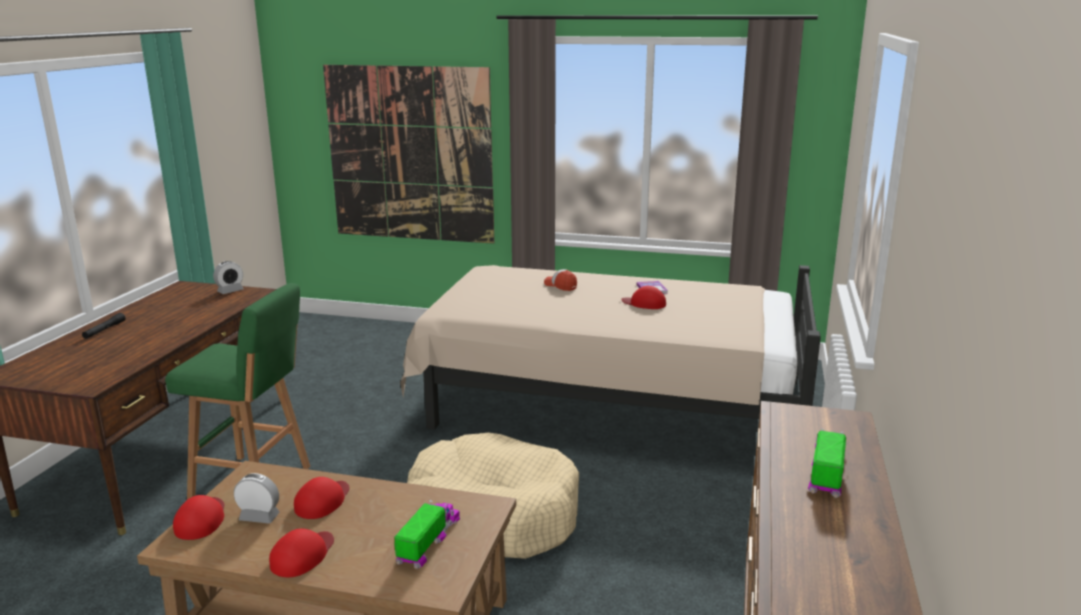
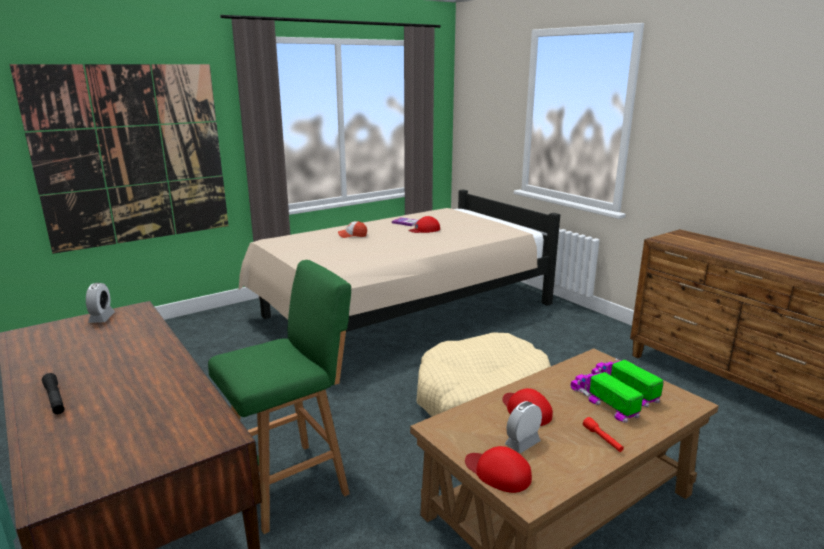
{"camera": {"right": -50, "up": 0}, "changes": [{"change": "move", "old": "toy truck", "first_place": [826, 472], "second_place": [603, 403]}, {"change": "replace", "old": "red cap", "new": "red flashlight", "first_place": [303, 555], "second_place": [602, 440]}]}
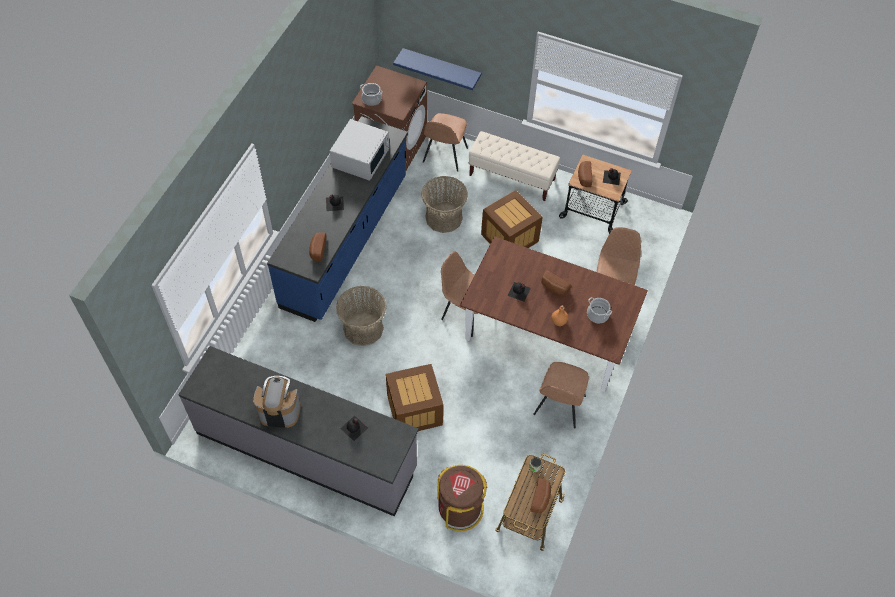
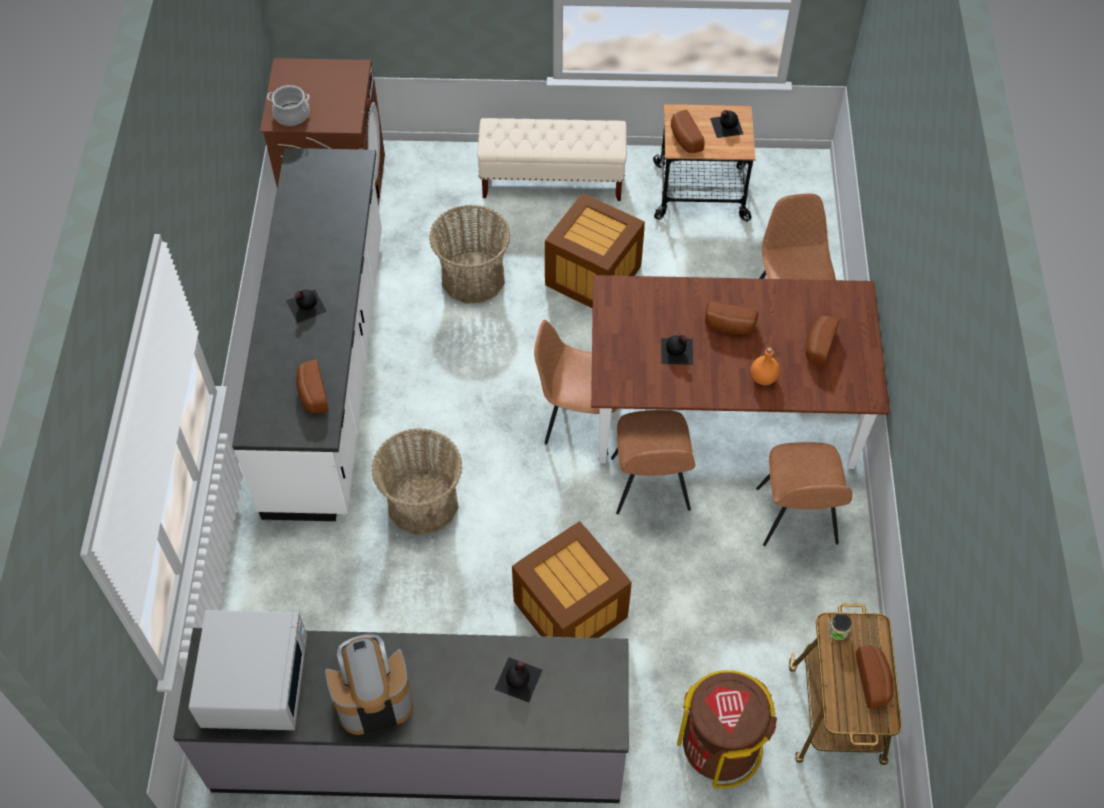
{"camera": {"right": -20, "up": 0}, "changes": [{"change": "move", "old": "white microwave", "first_place": [361, 158], "second_place": [255, 680]}, {"change": "recolor", "old": "blue counter", "new": "white counter", "first_place": [346, 242], "second_place": [328, 369]}, {"change": "move", "old": "brown chair", "first_place": [444, 156], "second_place": [650, 486]}, {"change": "replace", "old": "cooking pot", "new": "bread", "first_place": [598, 314], "second_place": [818, 346]}, {"change": "delete", "old": "blue shelf", "first_place": [441, 67]}]}
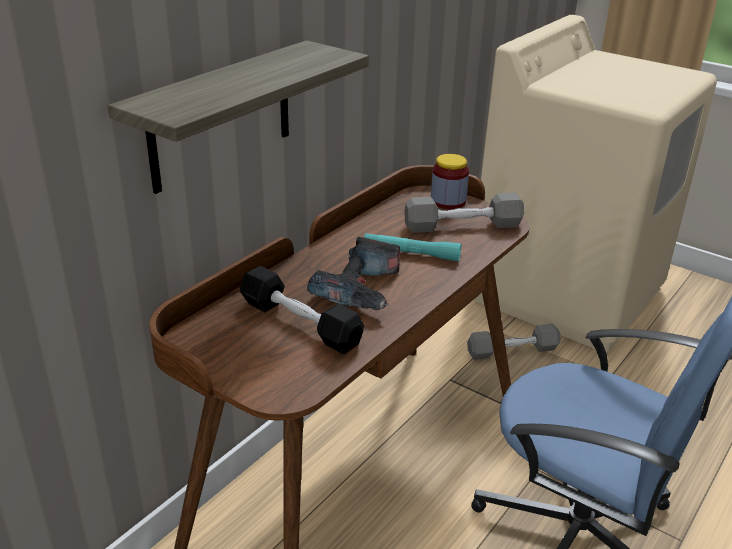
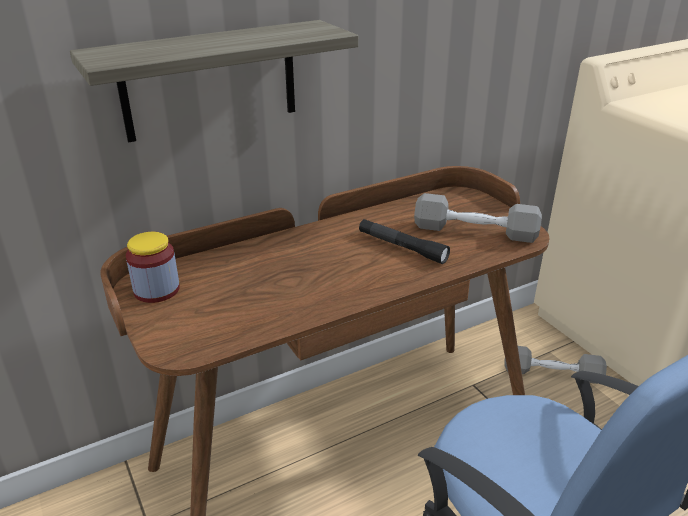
{"camera": {"right": 25, "up": 0}, "changes": [{"change": "move", "old": "jar", "first_place": [448, 201], "second_place": [157, 290]}, {"change": "recolor", "old": "turquoise flashlight", "new": "black flashlight", "first_place": [411, 253], "second_place": [402, 247]}, {"change": "delete", "old": "black dumbbell", "first_place": [300, 323]}, {"change": "delete", "old": "power drill", "first_place": [362, 289]}]}
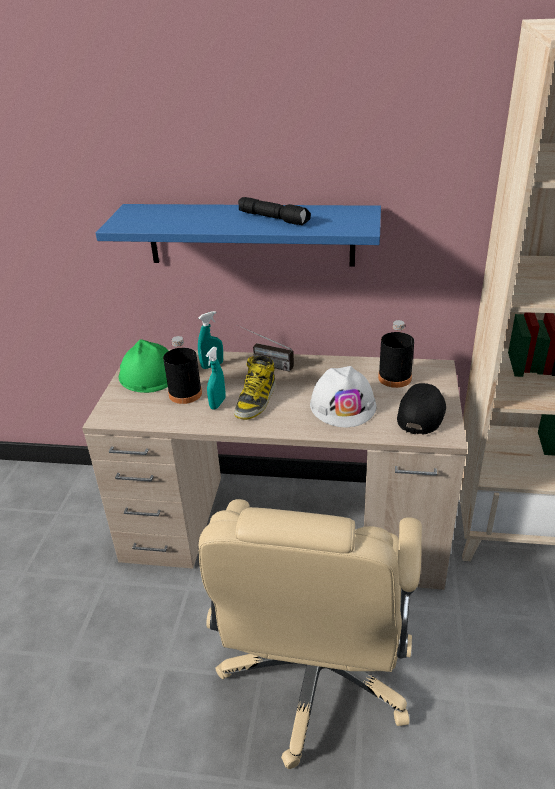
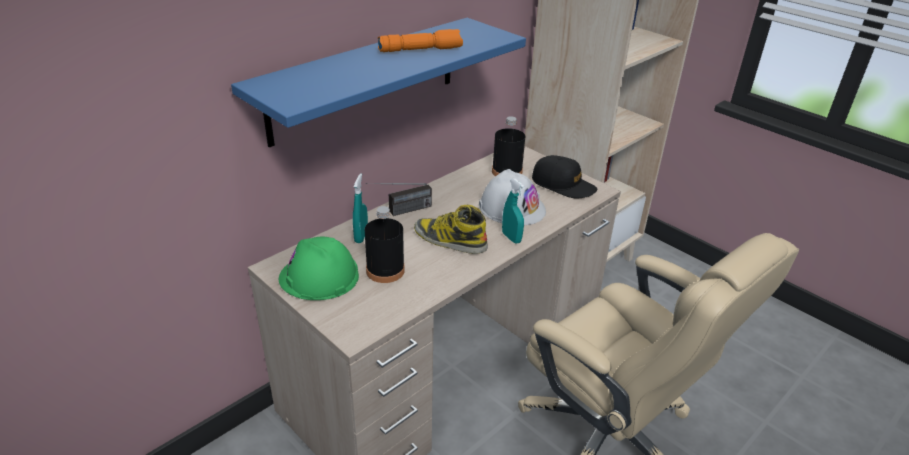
{"camera": {"right": -55, "up": 0}, "changes": [{"change": "recolor", "old": "black flashlight", "new": "orange flashlight", "first_place": [274, 218], "second_place": [420, 50]}, {"change": "rotate", "old": "boot", "first_place": [256, 400], "second_place": [449, 240], "degrees": 150}, {"change": "move", "old": "turquoise spray bottle", "first_place": [217, 403], "second_place": [511, 238]}, {"change": "rotate", "old": "black cap", "first_place": [421, 413], "second_place": [563, 185], "degrees": 150}]}
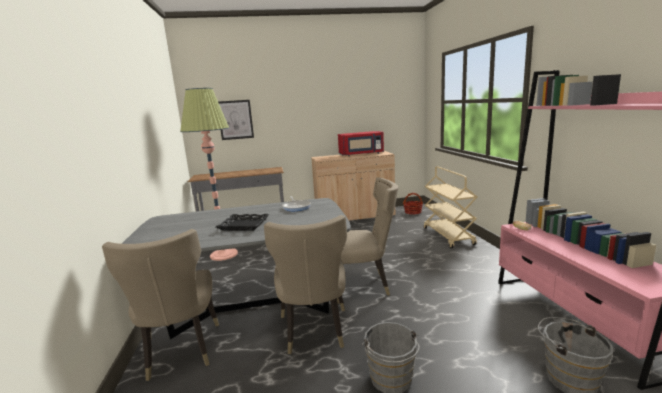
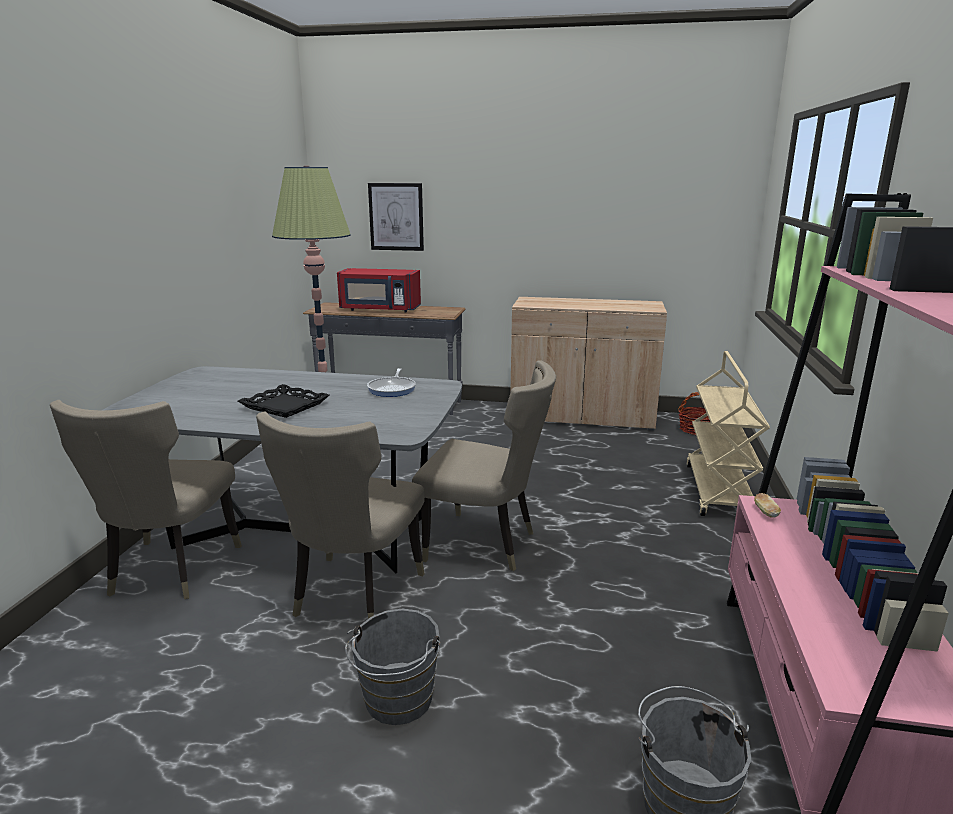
{"camera": {"right": 20, "up": 5}, "changes": [{"change": "move", "old": "red microwave", "first_place": [361, 154], "second_place": [379, 309]}]}
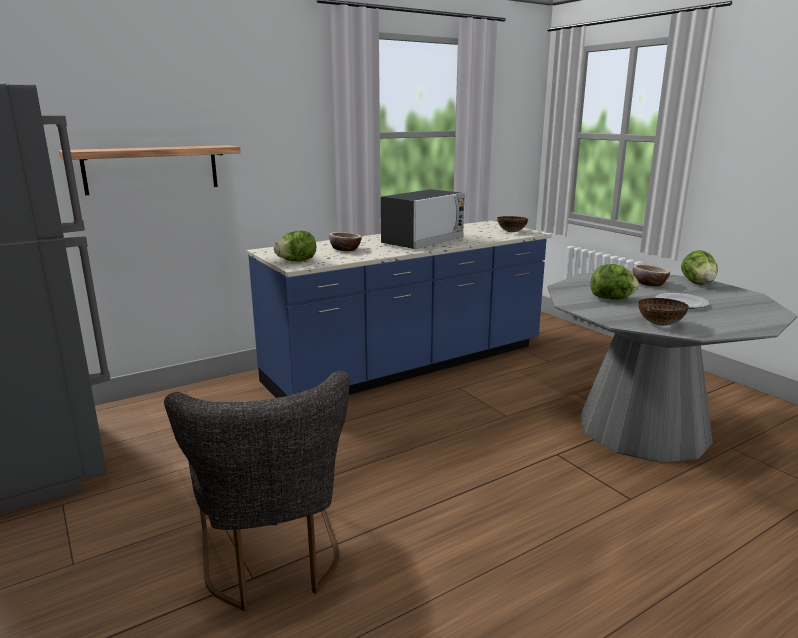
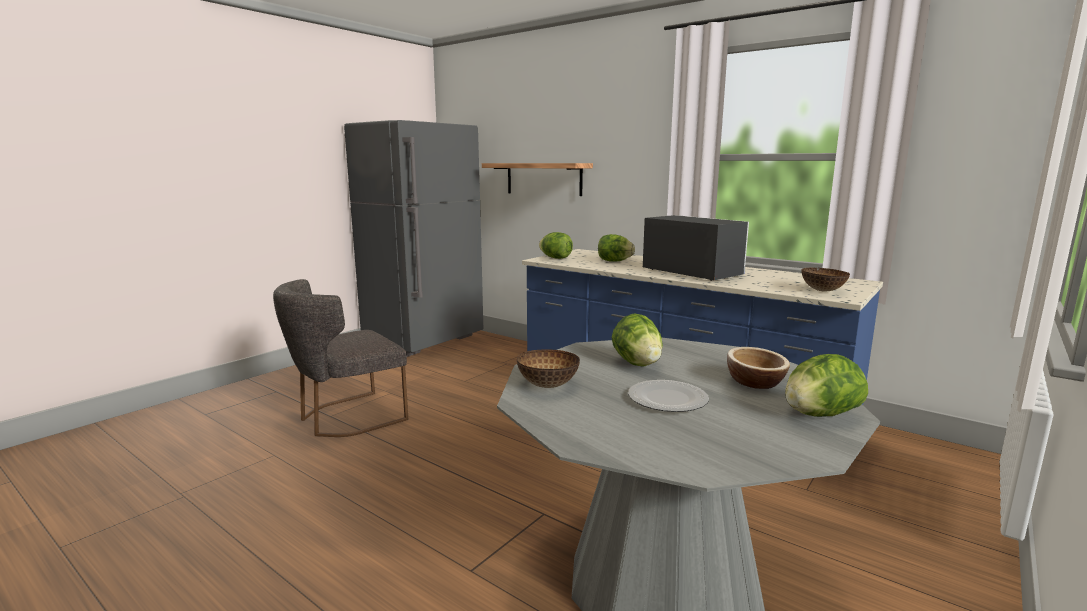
{"camera": {"right": 70, "up": -5}, "changes": [{"change": "replace", "old": "bowl", "new": "lettuce", "first_place": [345, 249], "second_place": [614, 261]}, {"change": "rotate", "old": "microwave", "first_place": [423, 241], "second_place": [691, 272], "degrees": -150}]}
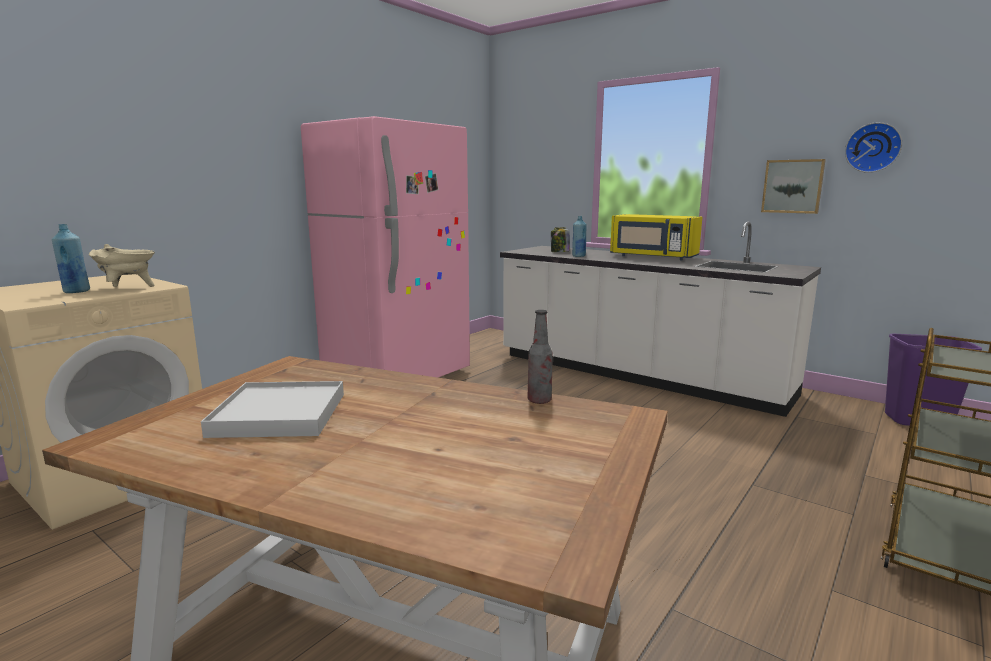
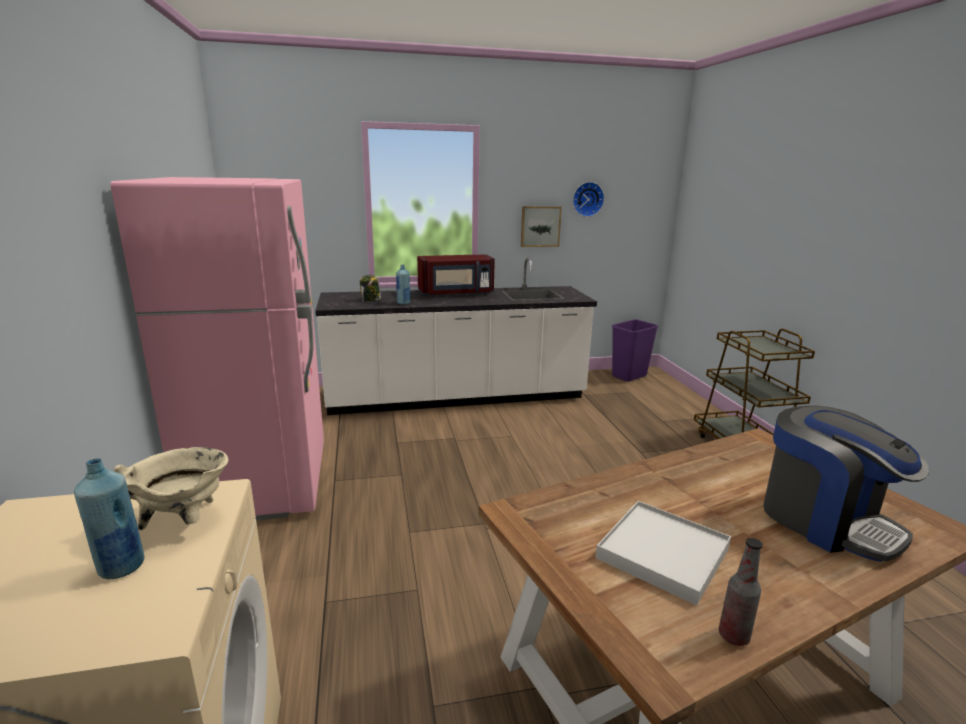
{"camera": {"right": -50, "up": 5}, "changes": [{"change": "recolor", "old": "yellow microwave", "new": "red microwave", "first_place": [652, 257], "second_place": [456, 293]}, {"change": "move", "old": "bottle", "first_place": [539, 400], "second_place": [733, 636]}, {"change": "insert", "new": "coffee machine", "second_place": [826, 521]}]}
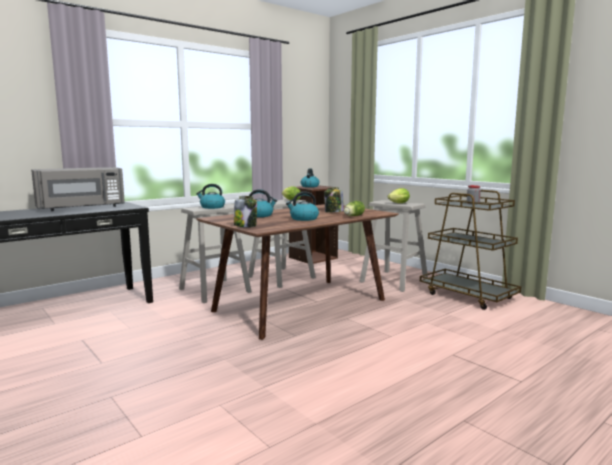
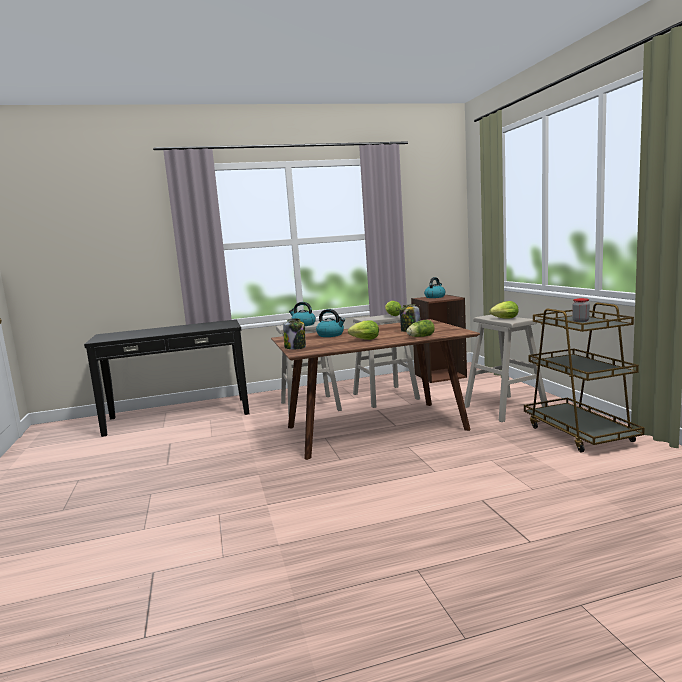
{"camera": {"right": 25, "up": 0}, "changes": [{"change": "replace", "old": "kettle", "new": "lettuce", "first_place": [303, 219], "second_place": [363, 340]}, {"change": "delete", "old": "grey microwave", "first_place": [81, 208]}]}
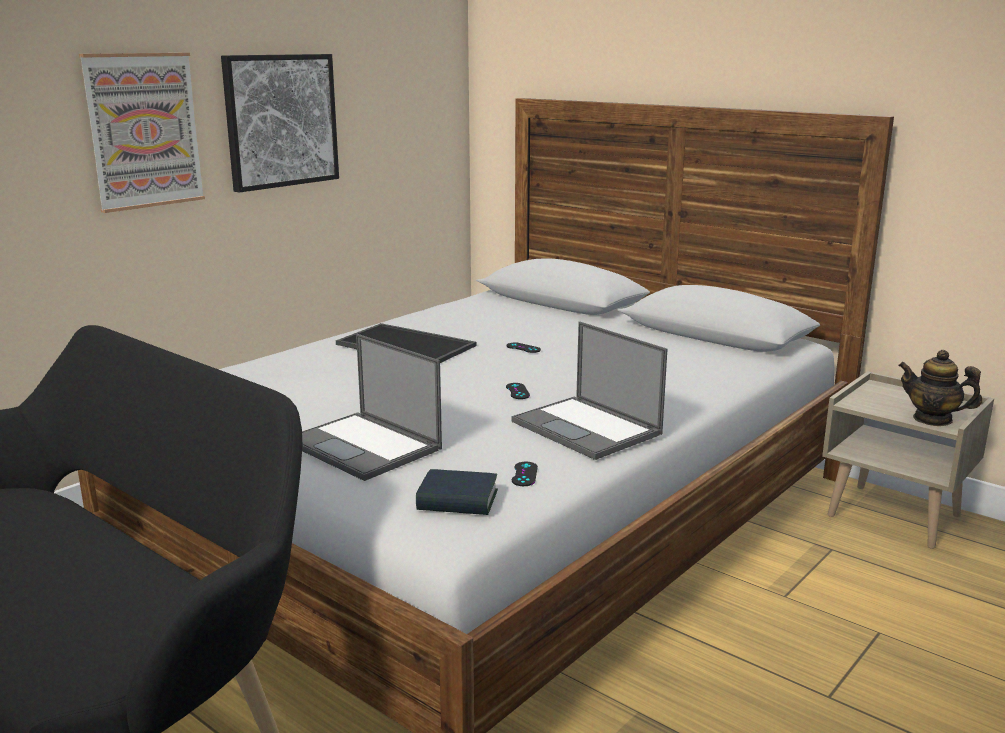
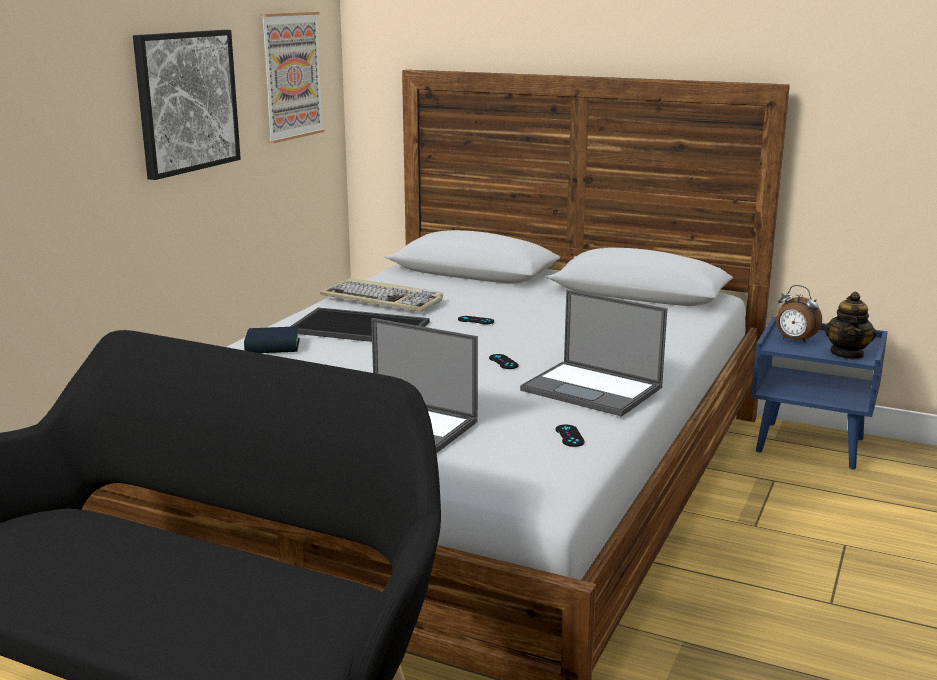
{"camera": {"right": -15, "up": 0}, "changes": [{"change": "move", "old": "book", "first_place": [457, 501], "second_place": [272, 347]}, {"change": "move", "old": "picture", "first_place": [144, 131], "second_place": [291, 76]}, {"change": "insert", "new": "keyboard", "second_place": [383, 300]}, {"change": "recolor", "old": "beige nightstand", "new": "blue nightstand", "first_place": [895, 516], "second_place": [811, 445]}, {"change": "insert", "new": "alarm clock", "second_place": [794, 340]}, {"change": "rotate", "old": "teapot", "first_place": [933, 419], "second_place": [847, 354], "degrees": -90}]}
